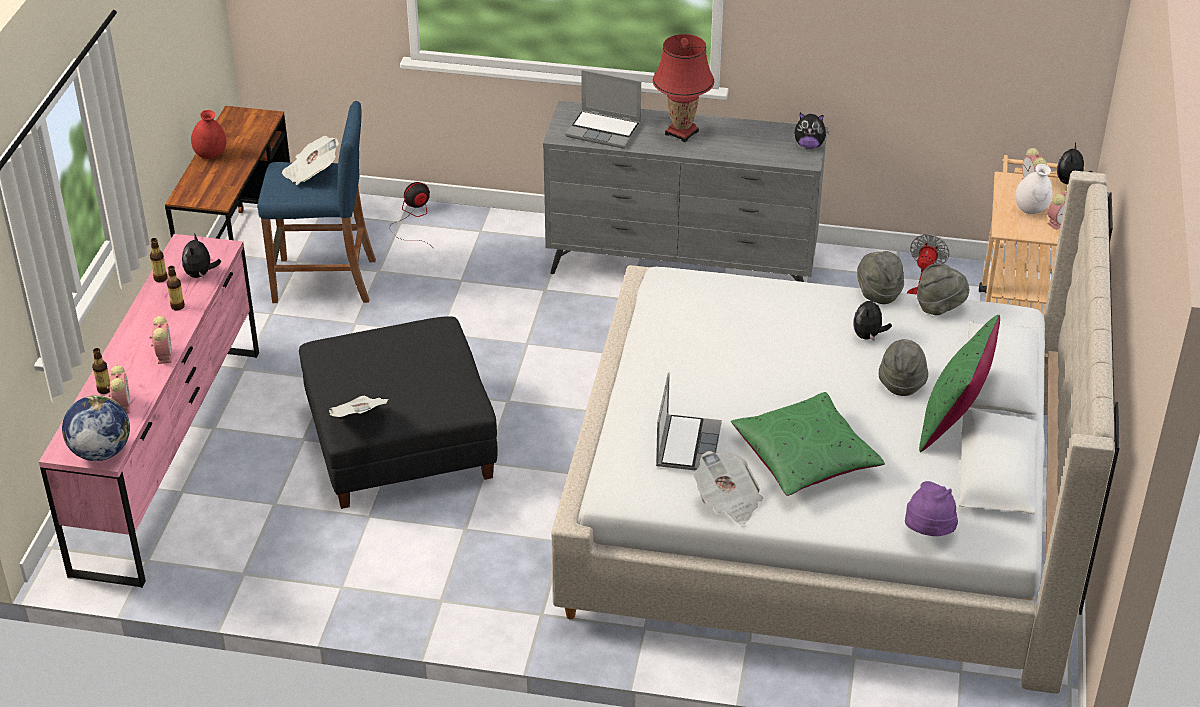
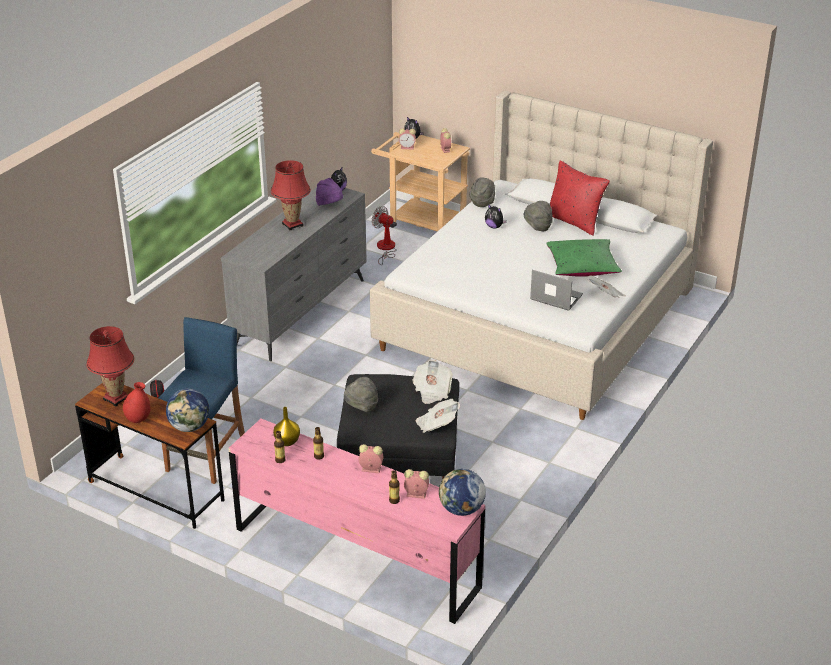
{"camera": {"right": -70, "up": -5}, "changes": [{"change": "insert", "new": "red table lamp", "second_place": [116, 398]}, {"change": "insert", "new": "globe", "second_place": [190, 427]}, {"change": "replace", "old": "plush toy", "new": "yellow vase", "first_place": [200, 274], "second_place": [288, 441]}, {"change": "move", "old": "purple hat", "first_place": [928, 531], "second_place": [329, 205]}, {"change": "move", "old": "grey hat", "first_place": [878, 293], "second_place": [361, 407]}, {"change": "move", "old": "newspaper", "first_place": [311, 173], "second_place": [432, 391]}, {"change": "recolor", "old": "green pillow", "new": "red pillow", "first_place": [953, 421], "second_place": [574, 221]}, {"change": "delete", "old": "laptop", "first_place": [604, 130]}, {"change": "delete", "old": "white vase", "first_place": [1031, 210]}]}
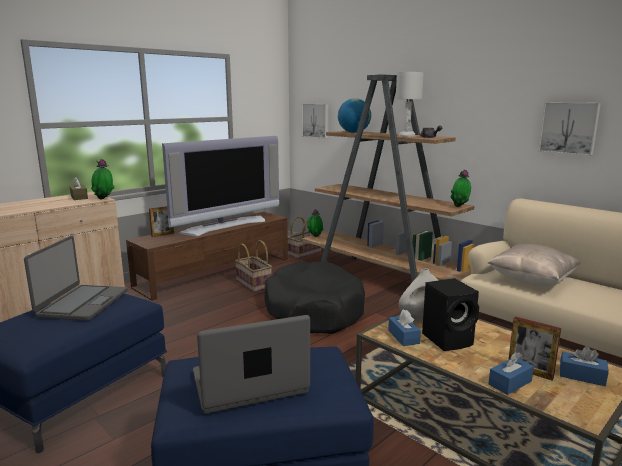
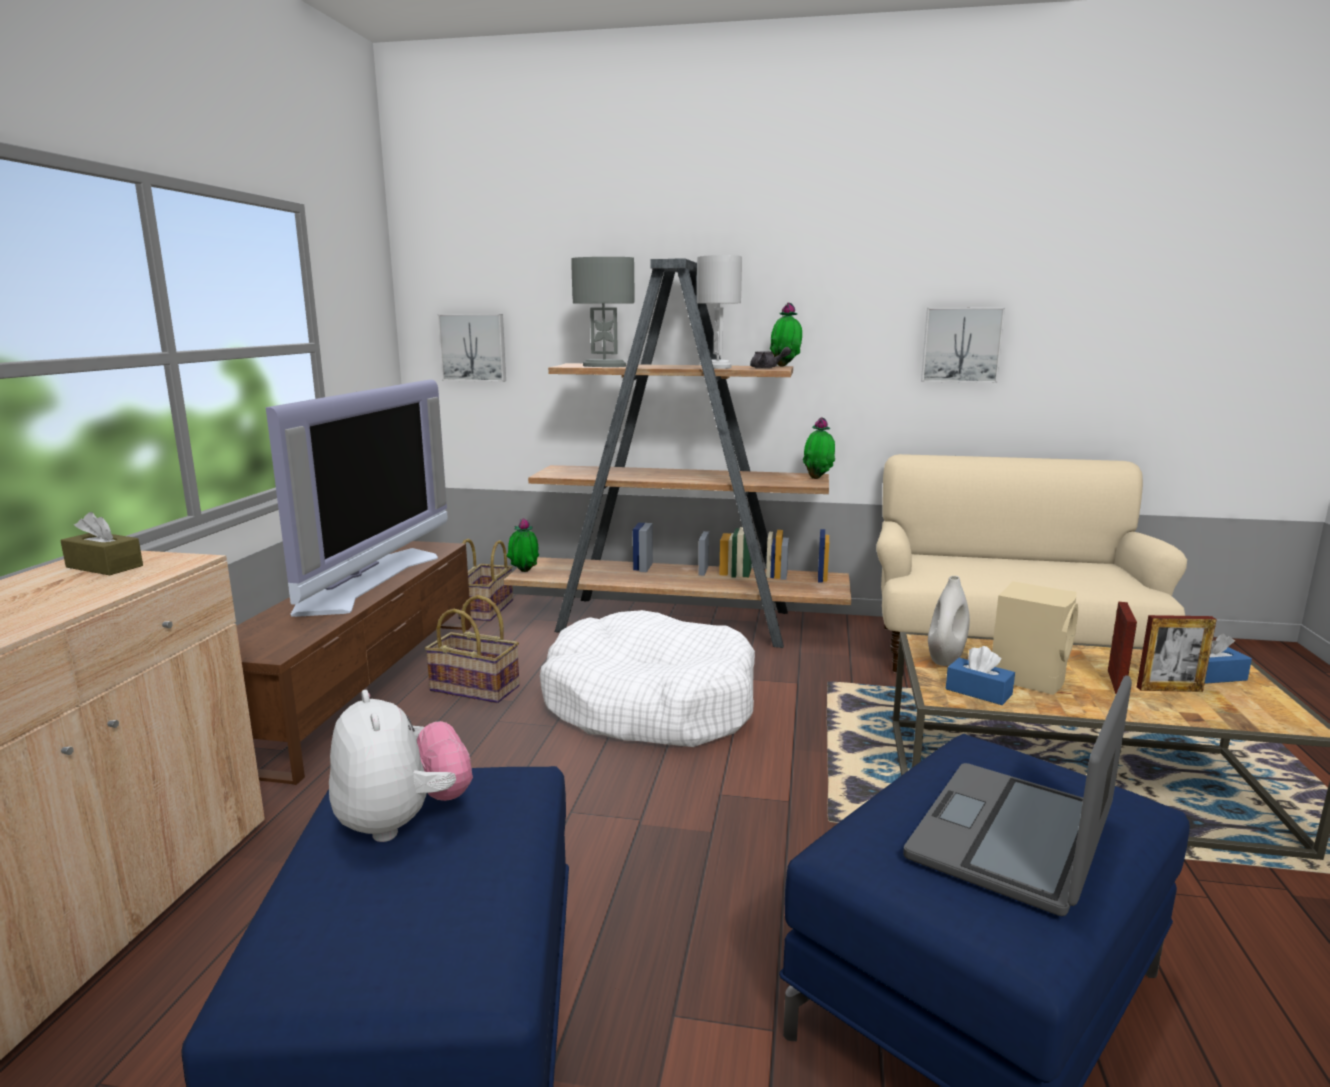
{"camera": {"right": -35, "up": 0}, "changes": [{"change": "replace", "old": "laptop", "new": "plush toy", "first_place": [82, 303], "second_place": [402, 822]}, {"change": "recolor", "old": "black dog bed", "new": "white dog bed", "first_place": [313, 310], "second_place": [649, 704]}, {"change": "replace", "old": "globe", "new": "grey table lamp", "first_place": [353, 132], "second_place": [604, 366]}, {"change": "move", "old": "potted plant", "first_place": [104, 199], "second_place": [785, 366]}, {"change": "recolor", "old": "black speaker", "new": "beige speaker", "first_place": [449, 339], "second_place": [1028, 677]}, {"change": "move", "old": "picture frame", "first_place": [163, 234], "second_place": [1116, 682]}, {"change": "delete", "old": "beige pillow", "first_place": [532, 281]}, {"change": "delete", "old": "blue tissue box", "first_place": [510, 383]}]}
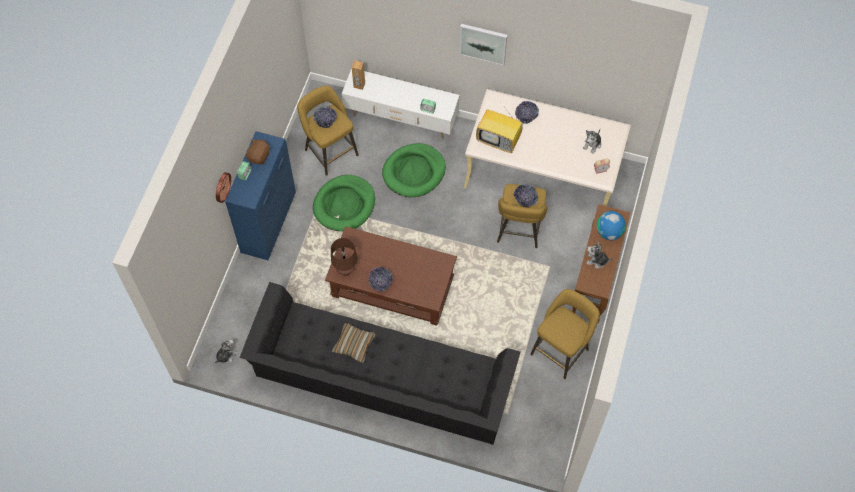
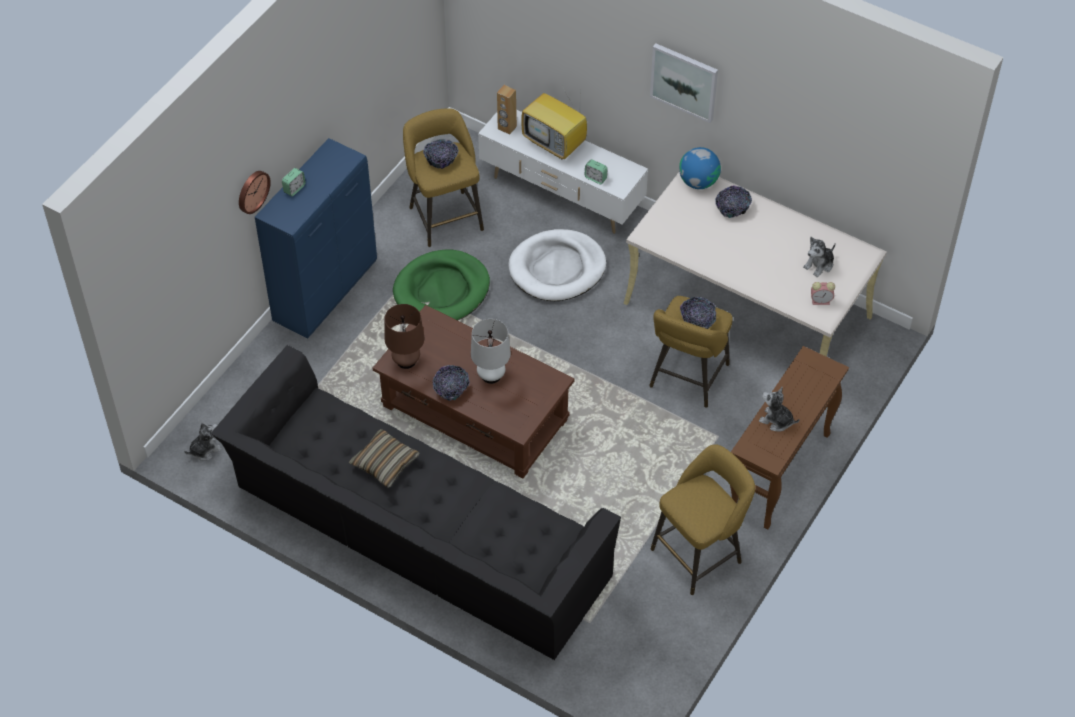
{"camera": {"right": 15, "up": -10}, "changes": [{"change": "insert", "new": "white table lamp", "second_place": [491, 375]}, {"change": "recolor", "old": "green dog bed", "new": "white dog bed", "first_place": [414, 172], "second_place": [557, 268]}, {"change": "move", "old": "television", "first_place": [499, 140], "second_place": [555, 144]}, {"change": "move", "old": "globe", "first_place": [609, 232], "second_place": [698, 182]}, {"change": "delete", "old": "brown plush toy", "first_place": [259, 156]}]}
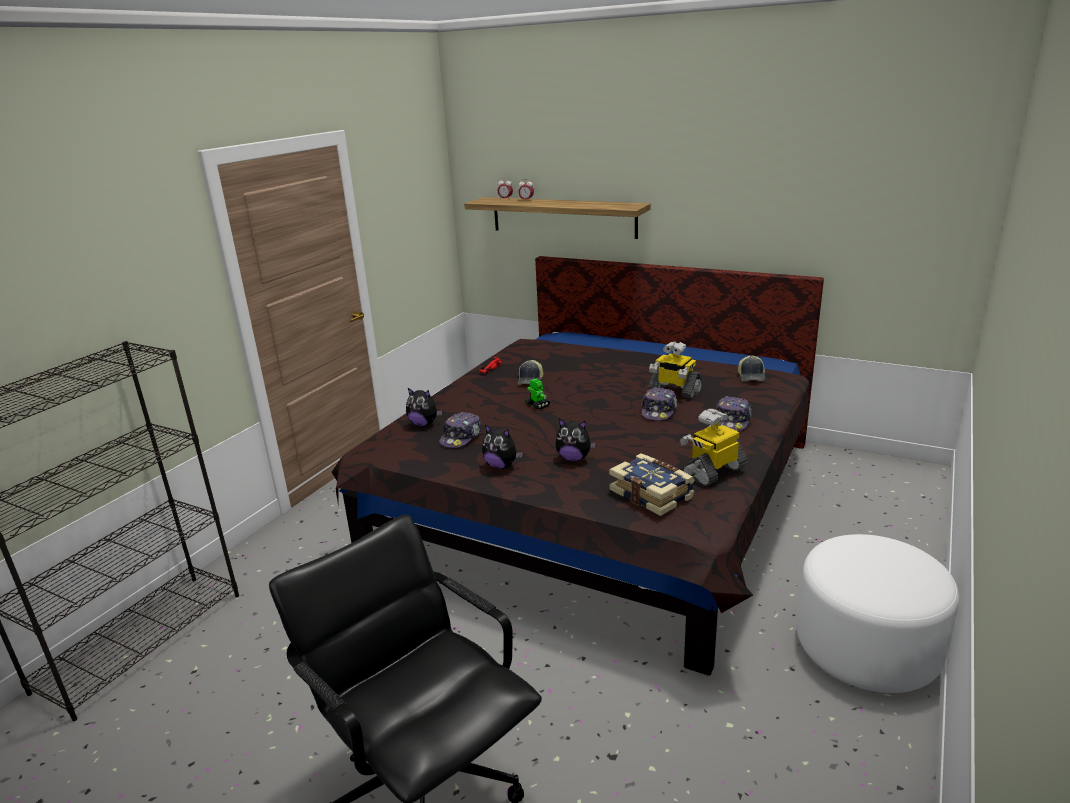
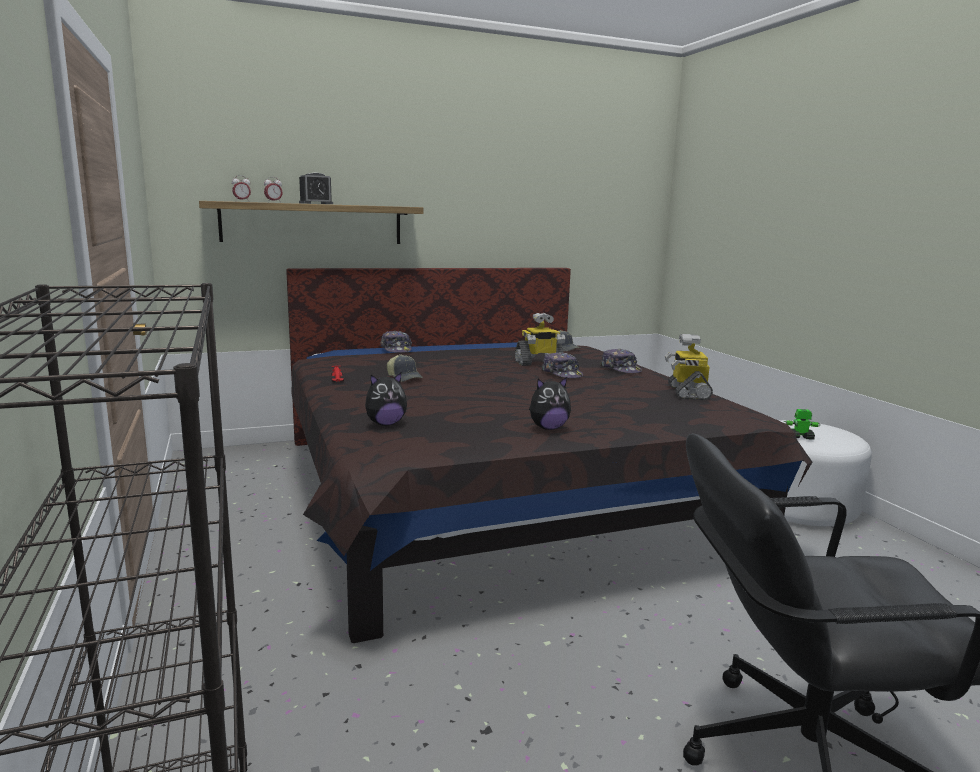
{"camera": {"right": -50, "up": -10}, "changes": [{"change": "insert", "new": "alarm clock", "second_place": [316, 203]}, {"change": "move", "old": "cap", "first_place": [461, 437], "second_place": [396, 349]}, {"change": "move", "old": "toy robot", "first_place": [537, 405], "second_place": [799, 437]}, {"change": "delete", "old": "plush toy", "first_place": [574, 458]}, {"change": "delete", "old": "book", "first_place": [652, 494]}]}
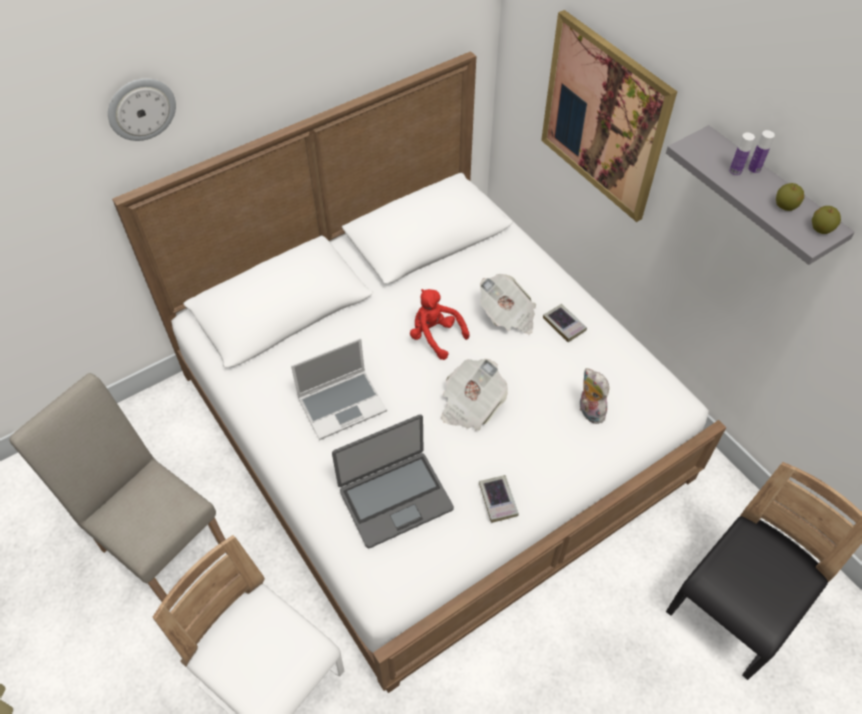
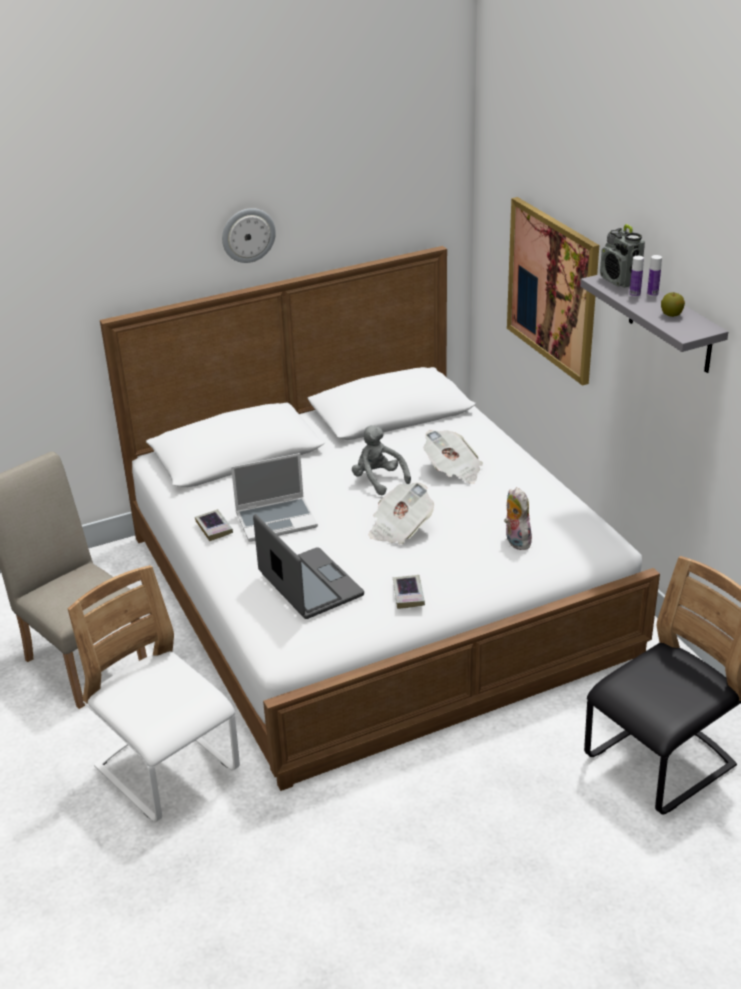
{"camera": {"right": 10, "up": -20}, "changes": [{"change": "move", "old": "book", "first_place": [564, 325], "second_place": [214, 528]}, {"change": "move", "old": "wall clock", "first_place": [141, 109], "second_place": [248, 235]}, {"change": "rotate", "old": "laptop", "first_place": [395, 498], "second_place": [309, 585], "degrees": -105}, {"change": "recolor", "old": "red plush toy", "new": "grey plush toy", "first_place": [435, 336], "second_place": [378, 480]}, {"change": "insert", "new": "radio", "second_place": [620, 281]}, {"change": "delete", "old": "apple", "first_place": [821, 229]}]}
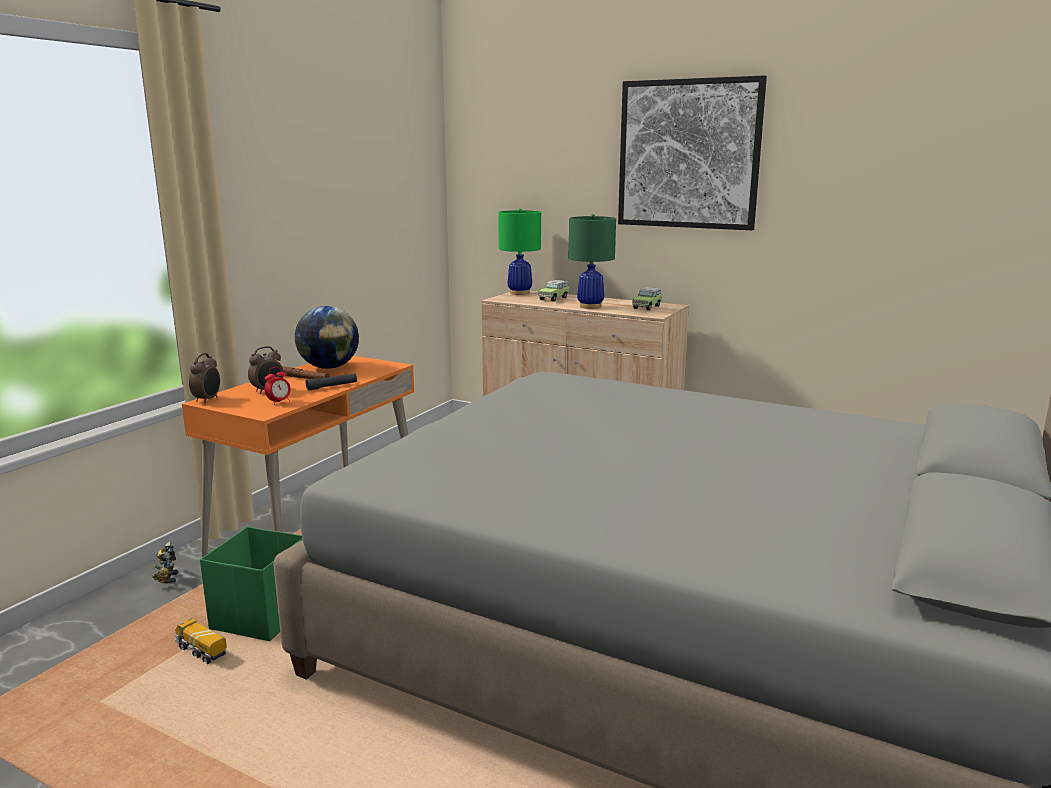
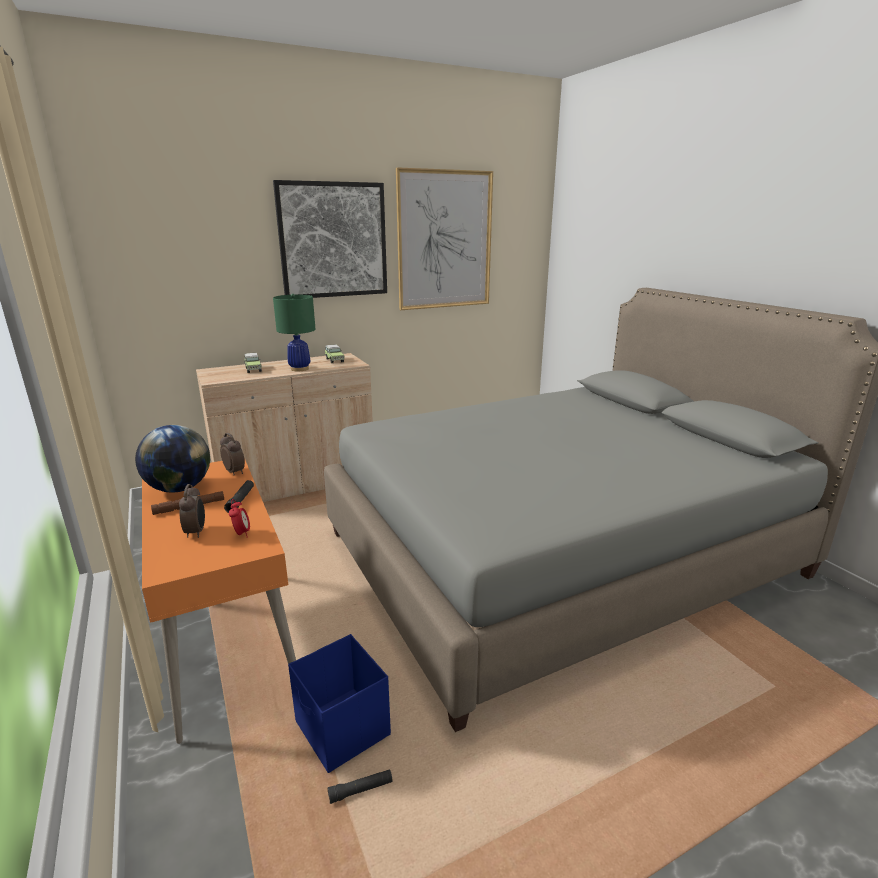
{"camera": {"right": -55, "up": 5}, "changes": [{"change": "move", "old": "alarm clock", "first_place": [208, 400], "second_place": [235, 472]}, {"change": "recolor", "old": "green storage box", "new": "blue storage box", "first_place": [260, 617], "second_place": [342, 730]}, {"change": "replace", "old": "toy truck", "new": "black flashlight", "first_place": [201, 652], "second_place": [361, 790]}, {"change": "insert", "new": "picture", "second_place": [445, 241]}, {"change": "delete", "old": "toy robot", "first_place": [166, 578]}, {"change": "delete", "old": "green table lamp", "first_place": [520, 293]}]}
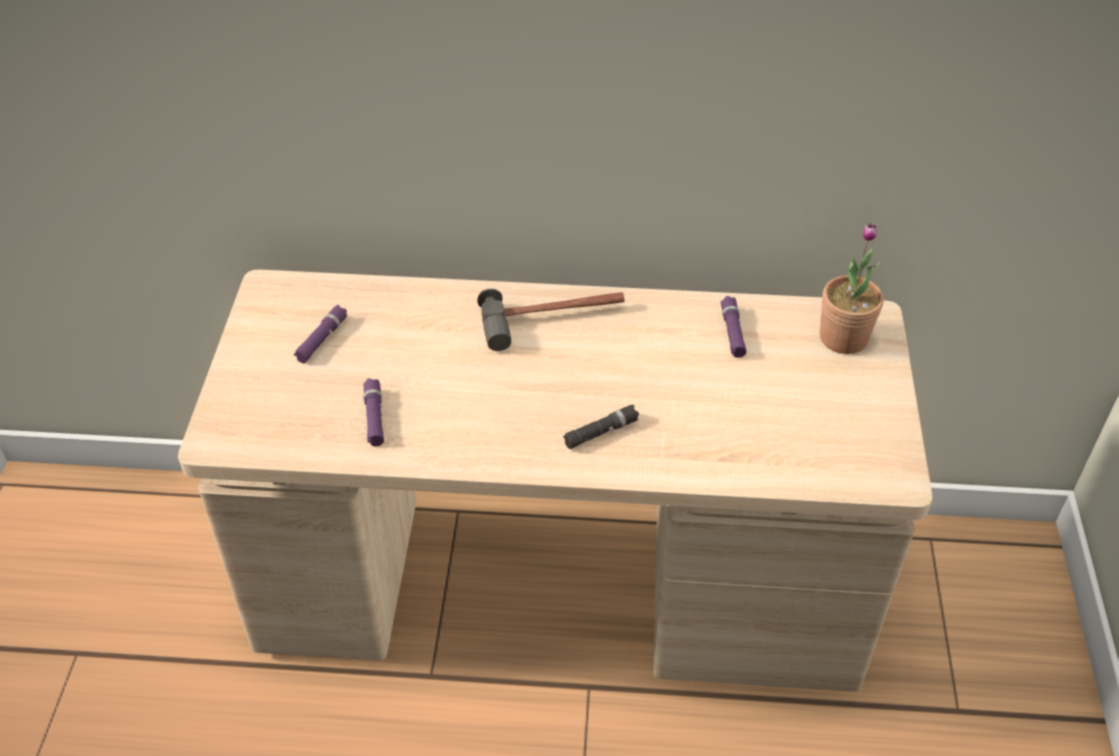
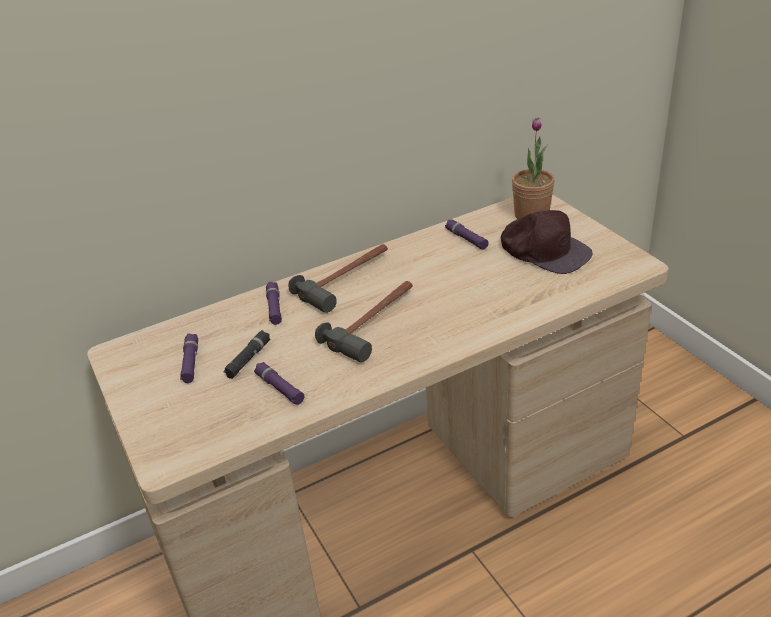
{"camera": {"right": -30, "up": -10}, "changes": [{"change": "move", "old": "black flashlight", "first_place": [601, 432], "second_place": [248, 359]}, {"change": "insert", "new": "purple flashlight", "second_place": [274, 307]}, {"change": "insert", "new": "hammer", "second_place": [375, 323]}, {"change": "insert", "new": "brown cap", "second_place": [544, 250]}]}
